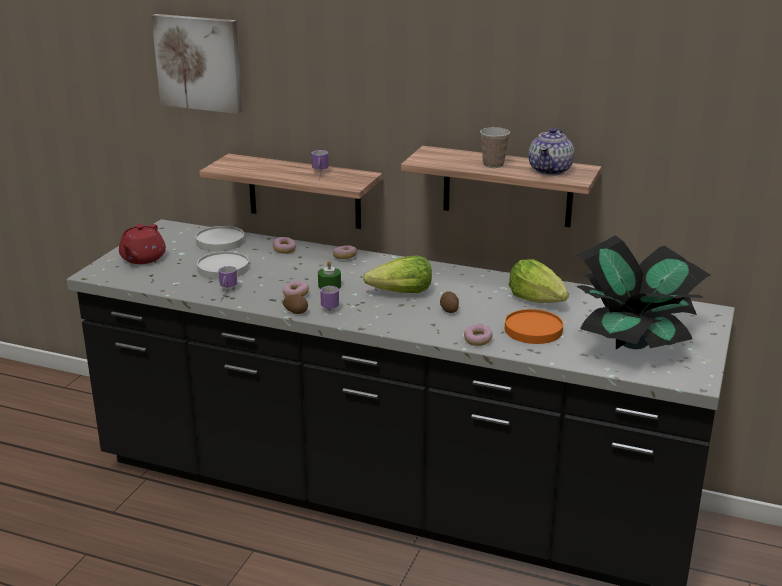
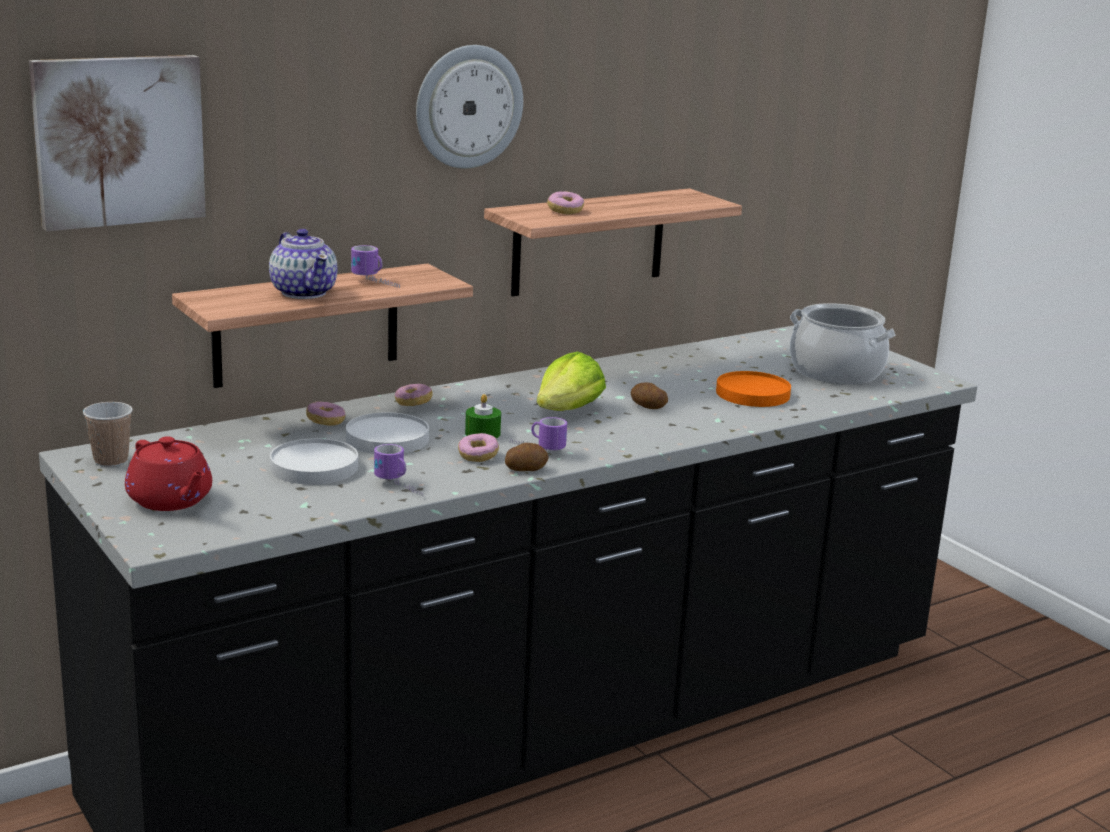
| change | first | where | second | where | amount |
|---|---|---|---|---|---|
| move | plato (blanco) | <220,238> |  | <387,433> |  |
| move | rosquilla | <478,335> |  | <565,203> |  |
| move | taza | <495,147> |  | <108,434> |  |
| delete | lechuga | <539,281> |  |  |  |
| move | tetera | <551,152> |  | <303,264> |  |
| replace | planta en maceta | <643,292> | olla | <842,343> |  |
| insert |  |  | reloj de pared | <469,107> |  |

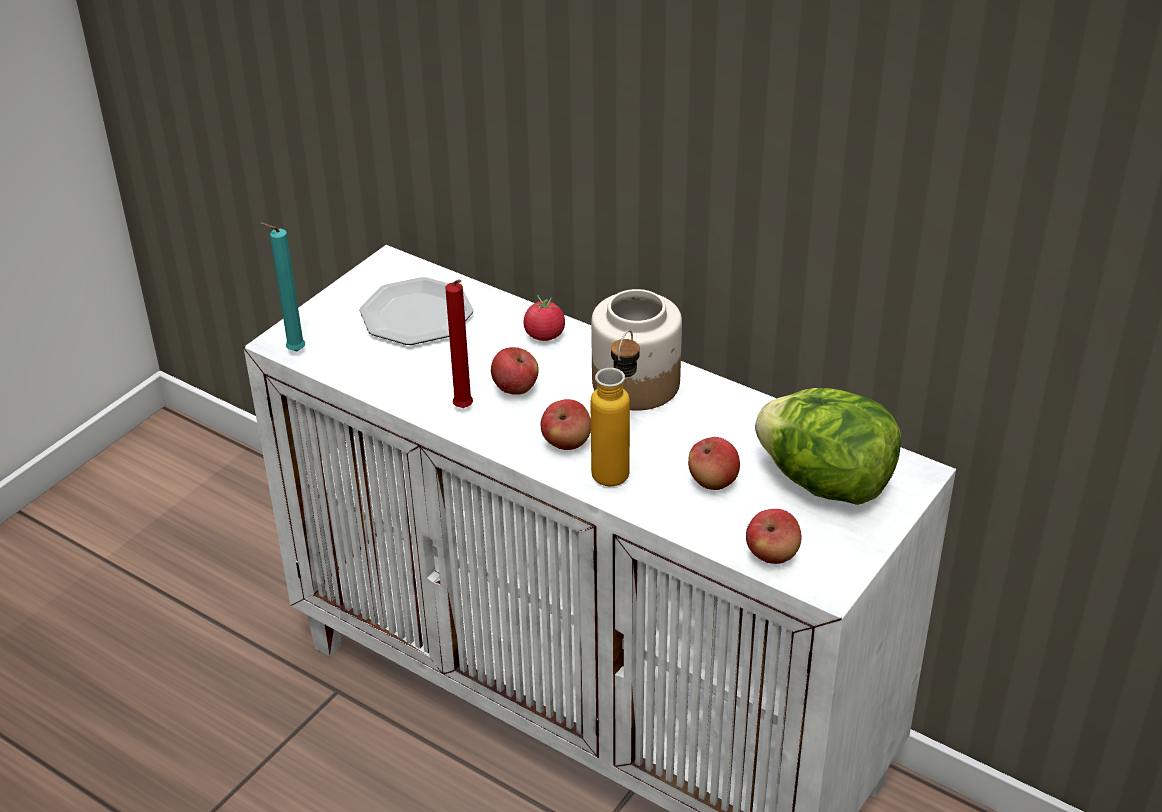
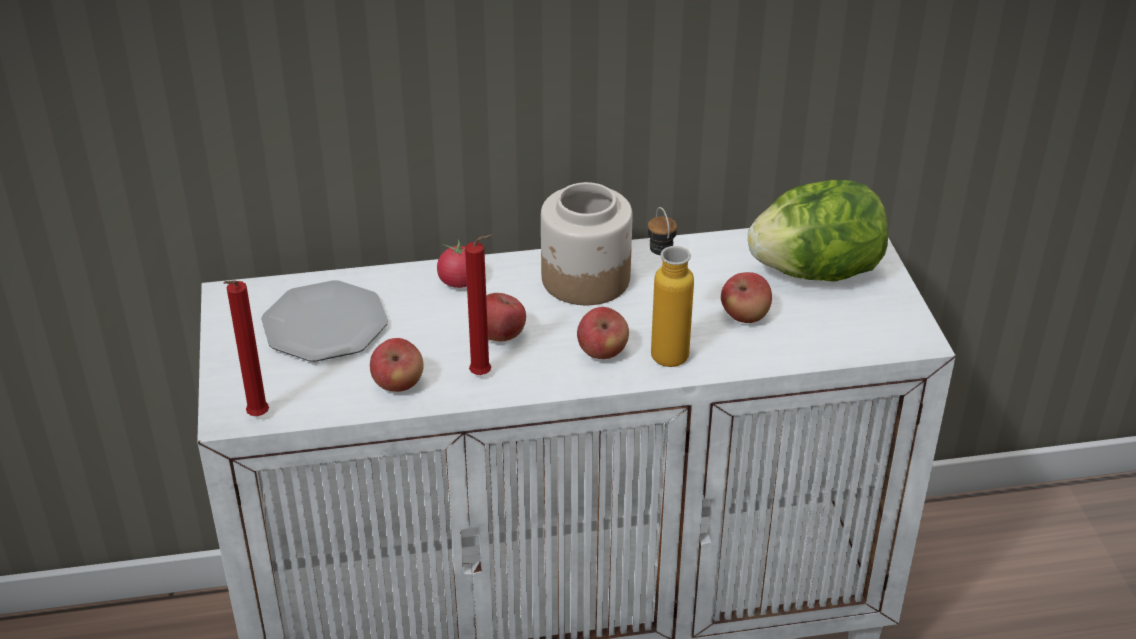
| change | first | where | second | where | amount |
|---|---|---|---|---|---|
| recolor | vela (turquesa) | <282,287> | vela (rojo) | <246,348> |  |
| move | manzana | <774,536> |  | <397,365> |  |

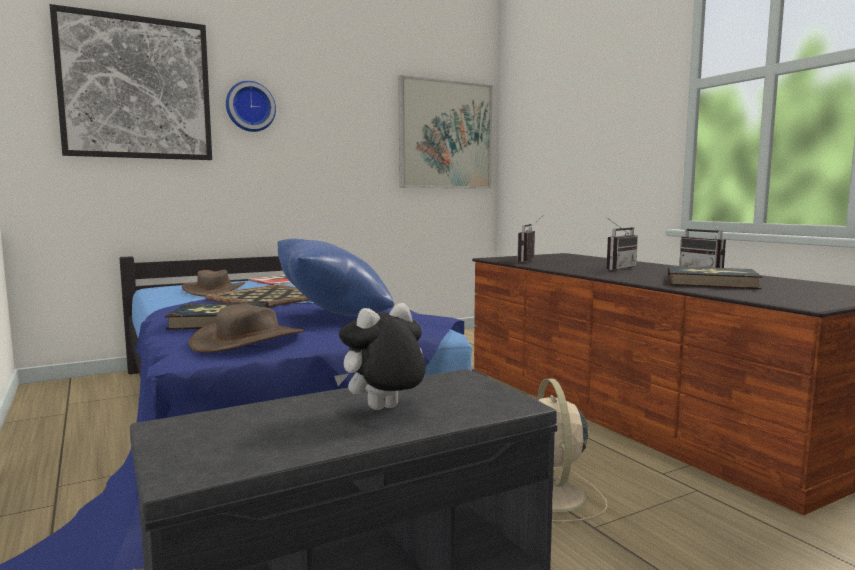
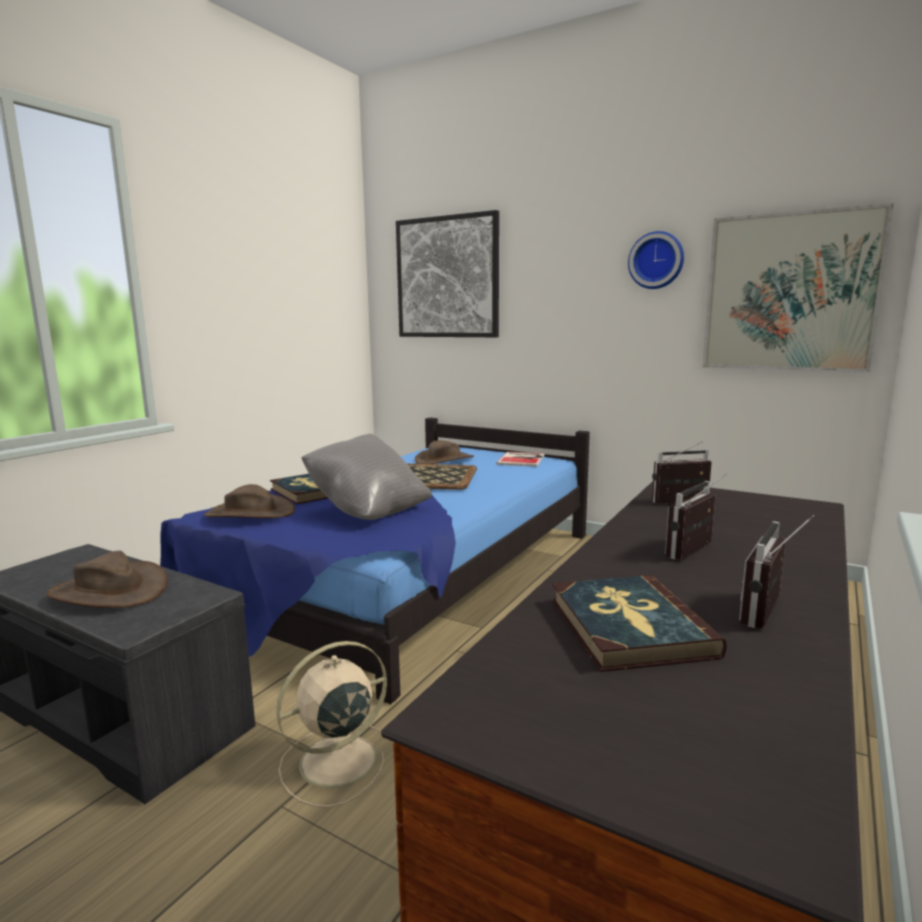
| change | first | where | second | where | amount |
|---|---|---|---|---|---|
| move | reloj de pared | <251,106> |  | <656,260> |  |
| recolor | cojín (azul) | <336,277> | cojín (gris) | <366,477> |  |
| replace | peluche | <380,356> | sombrero (marrón) | <107,579> |  |
| rotate | radio | <622,243> |  | <696,516> | 120 degrees clockwise |

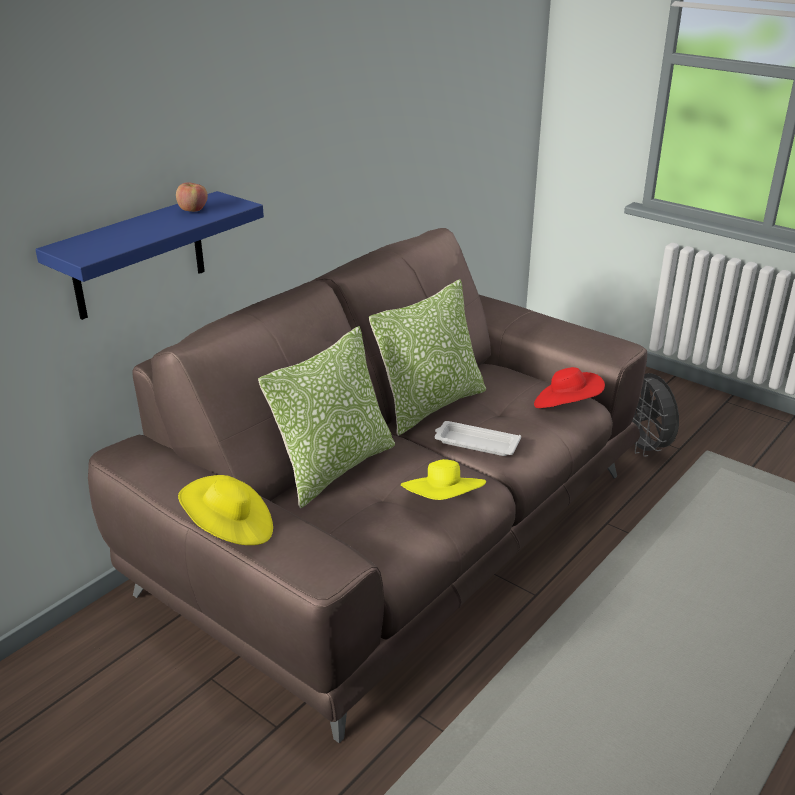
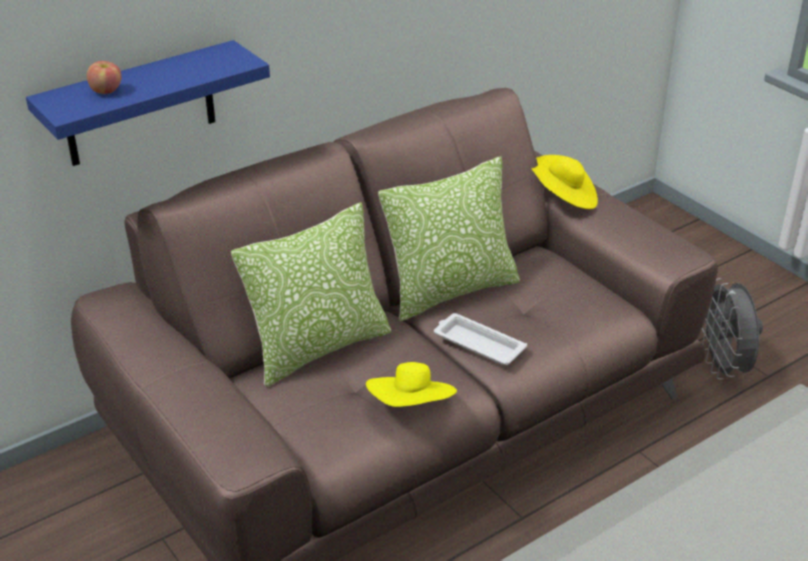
| change | first | where | second | where | amount |
|---|---|---|---|---|---|
| move | manzana | <192,197> |  | <104,77> |  |
| move | sombrero (amarillo) | <225,510> |  | <565,182> |  |
| delete | sombrero (rojo) | <569,387> |  |  |  |

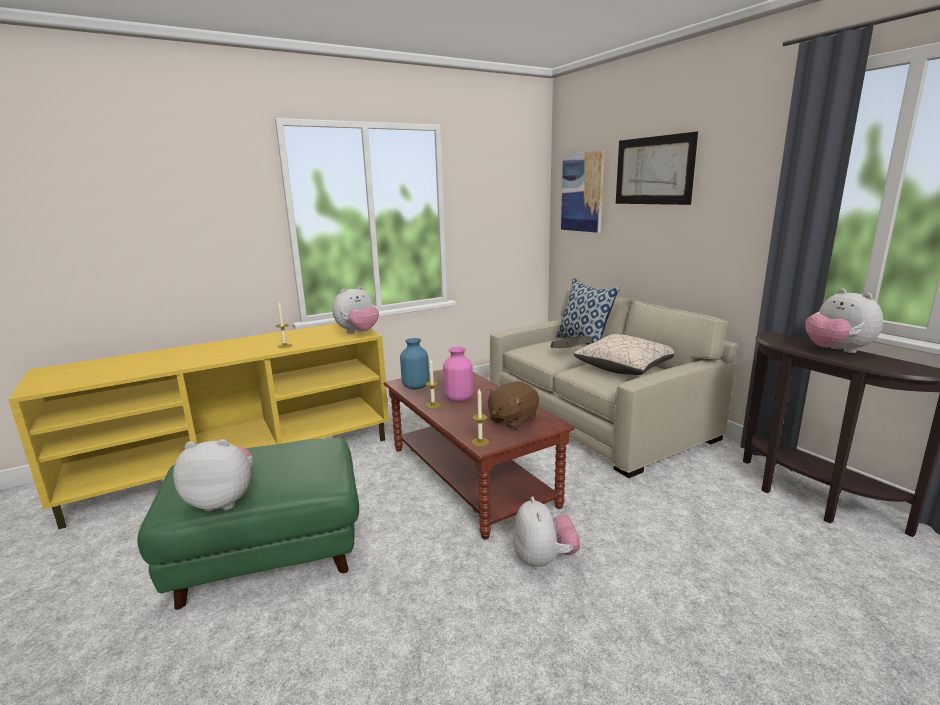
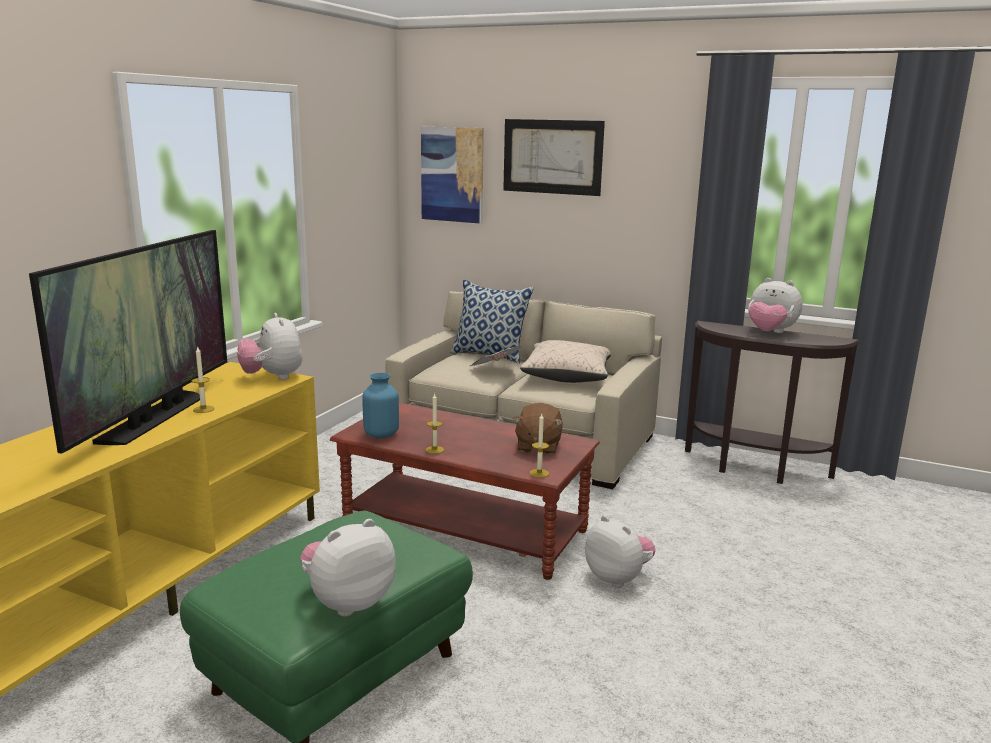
| change | first | where | second | where | amount |
|---|---|---|---|---|---|
| rotate | peluche | <355,309> |  | <270,346> | 135 degrees clockwise |
| delete | florero (rosa) | <458,374> |  |  |  |
| insert |  |  | televisor | <128,341> |  |

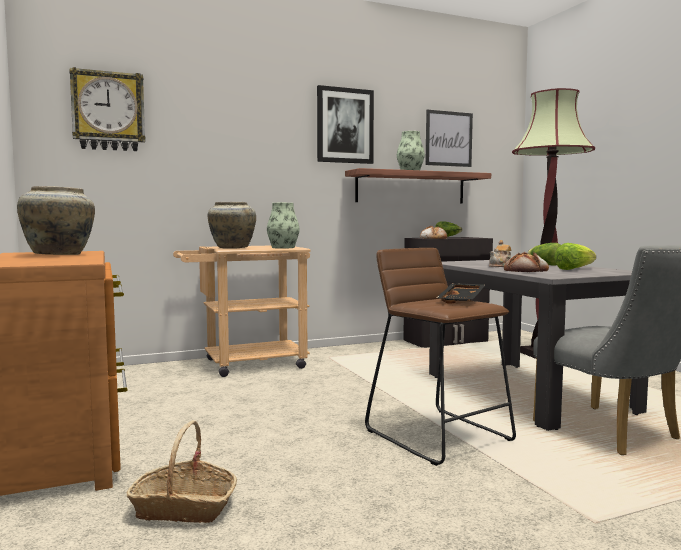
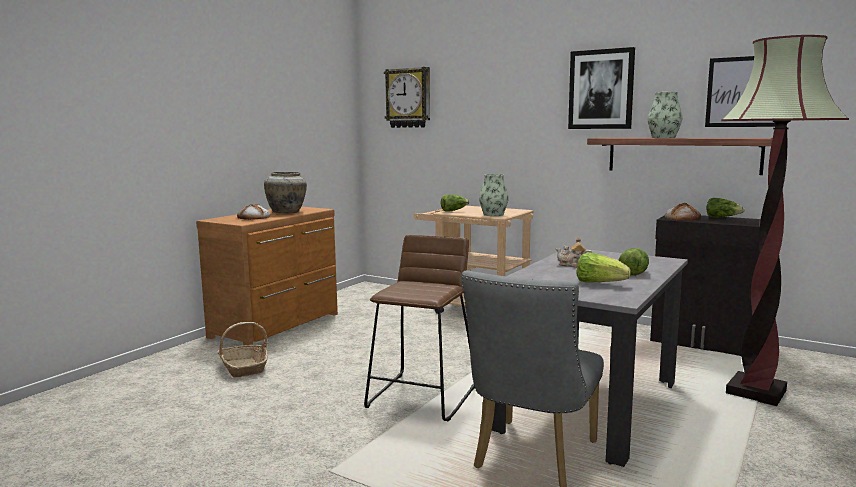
| change | first | where | second | where | amount |
|---|---|---|---|---|---|
| replace | florero (beis) | <232,225> | lechuga | <455,203> |  |
| delete | bandeja (negro) | <461,293> |  |  |  |
| move | pan | <526,262> |  | <253,212> |  |

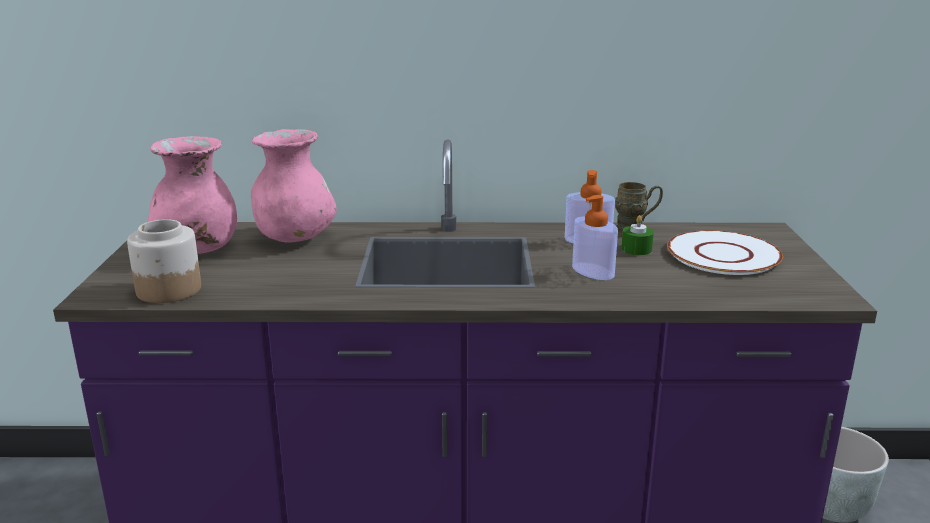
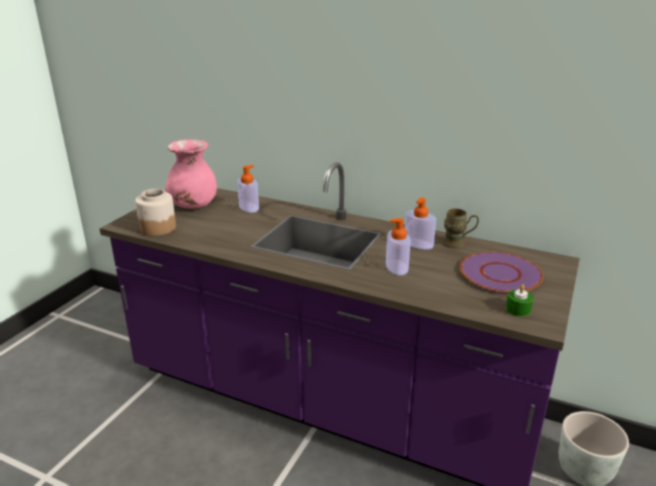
| change | first | where | second | where | amount |
|---|---|---|---|---|---|
| replace | florero (rosa) | <294,185> | dispensador de jabón | <248,189> |  |
| move | vela (verde) | <637,235> |  | <520,300> |  |
| recolor | plato (blanco) | <725,252> | plato (morado) | <501,273> |  |

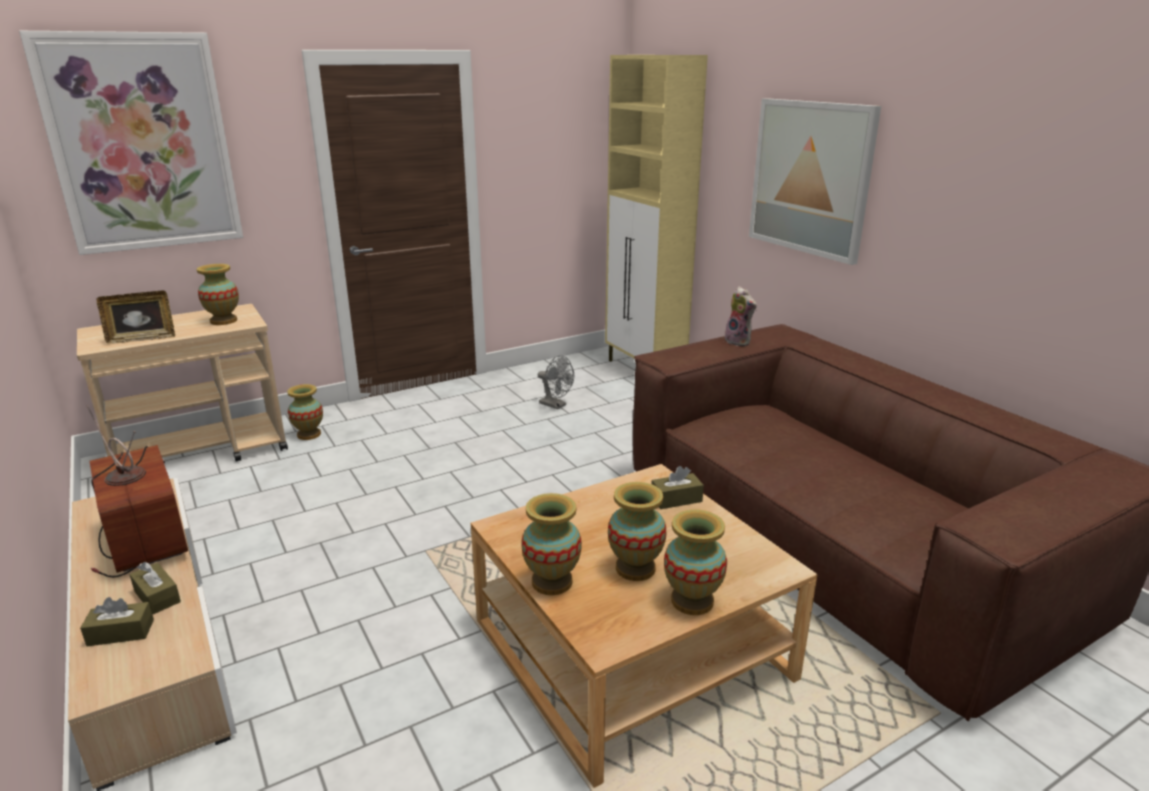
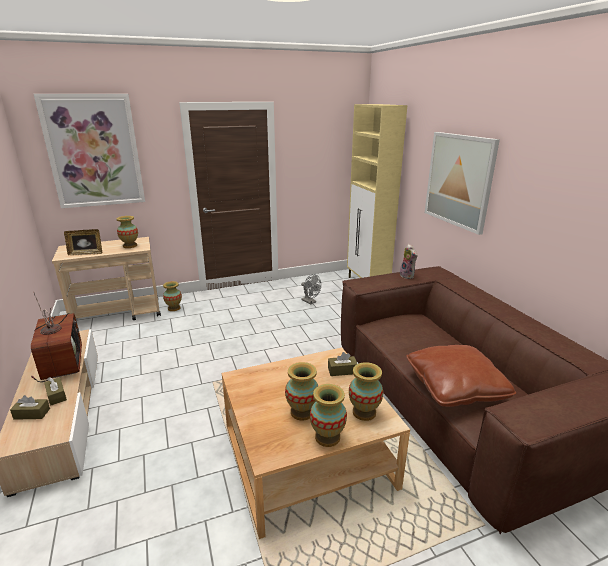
| change | first | where | second | where | amount |
|---|---|---|---|---|---|
| move | florero | <551,544> |  | <366,391> |  |
| insert |  |  | cojín (marrón) | <461,376> |  |

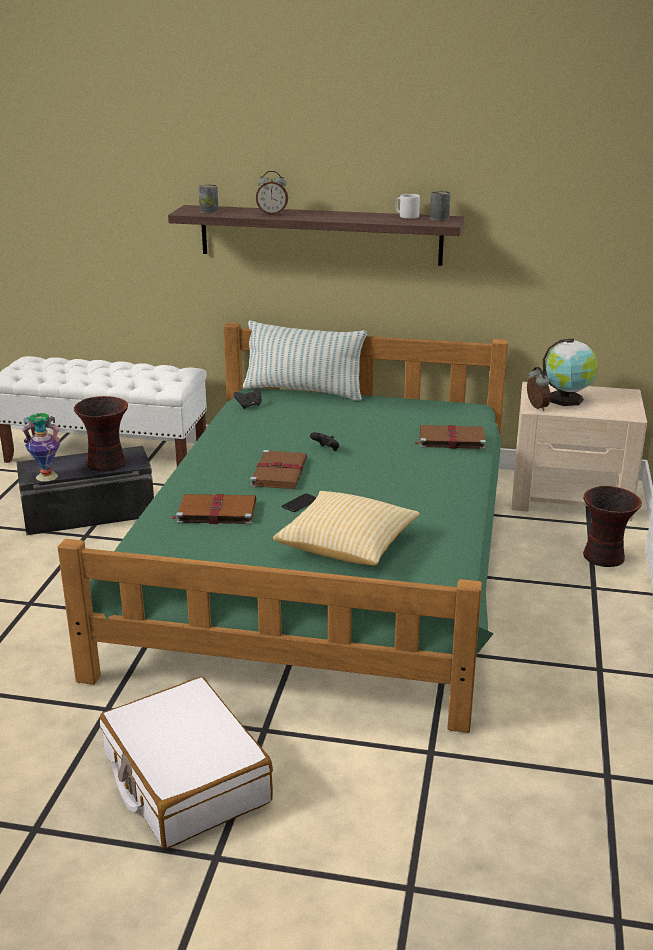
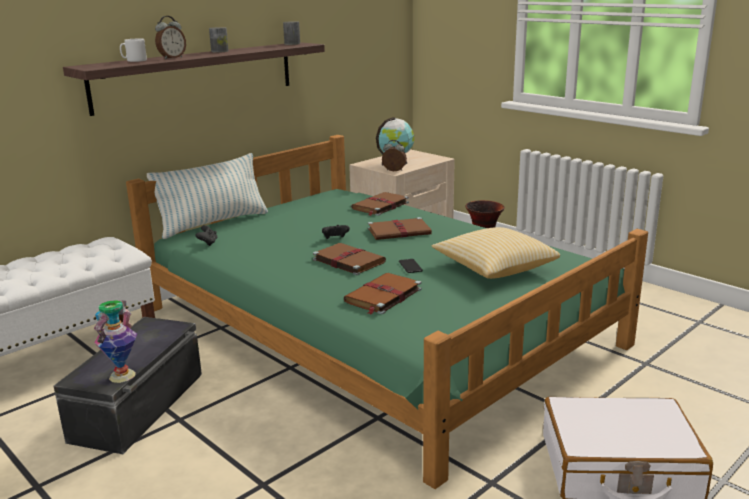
| change | first | where | second | where | amount |
|---|---|---|---|---|---|
| delete | florero | <101,434> |  |  |  |
| move | lata | <208,199> |  | <219,40> |  |
| move | taza grande (gris) | <408,206> |  | <133,50> |  |
| insert |  |  | libro (marrón) | <400,228> |  |

